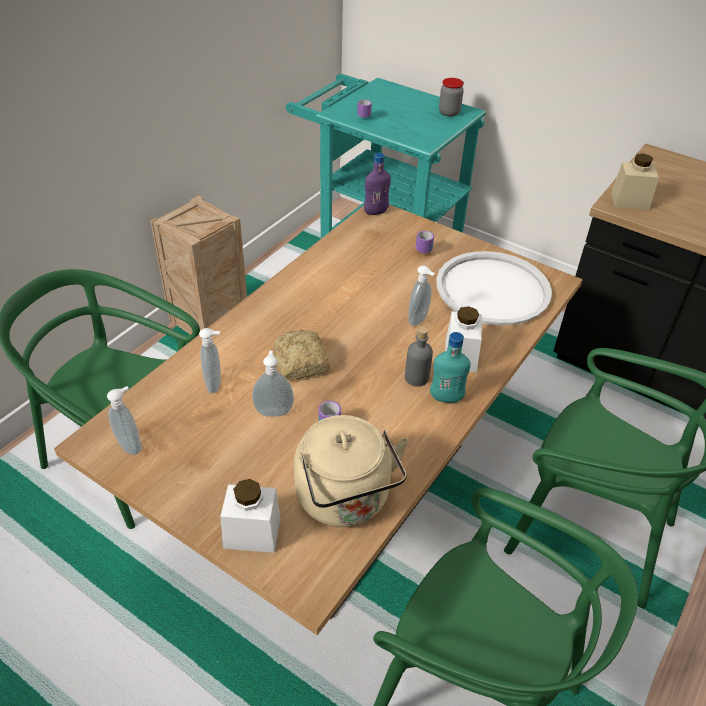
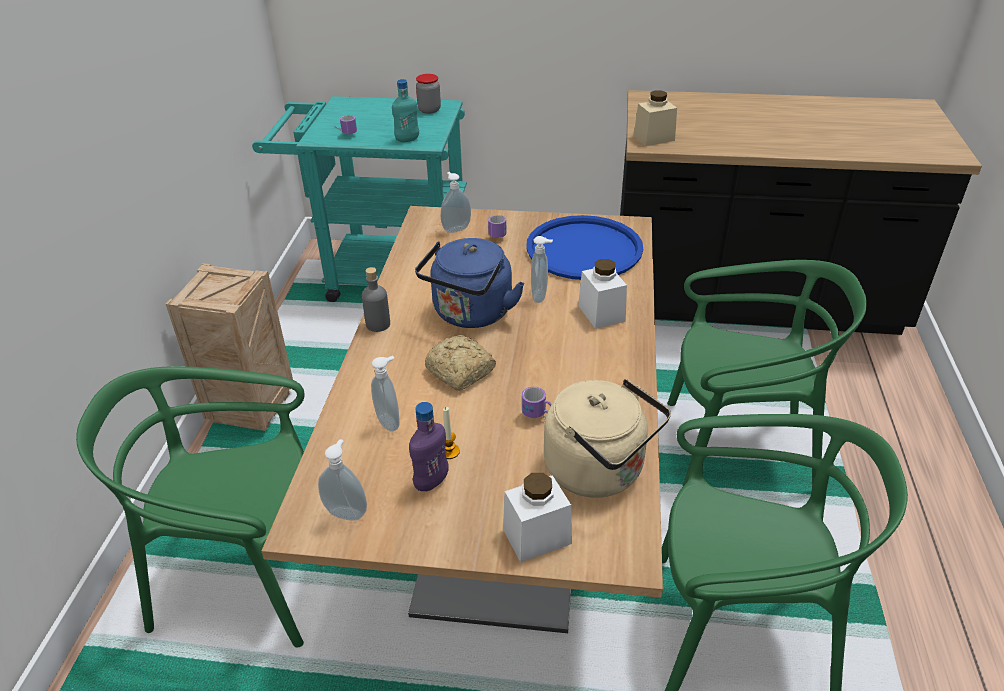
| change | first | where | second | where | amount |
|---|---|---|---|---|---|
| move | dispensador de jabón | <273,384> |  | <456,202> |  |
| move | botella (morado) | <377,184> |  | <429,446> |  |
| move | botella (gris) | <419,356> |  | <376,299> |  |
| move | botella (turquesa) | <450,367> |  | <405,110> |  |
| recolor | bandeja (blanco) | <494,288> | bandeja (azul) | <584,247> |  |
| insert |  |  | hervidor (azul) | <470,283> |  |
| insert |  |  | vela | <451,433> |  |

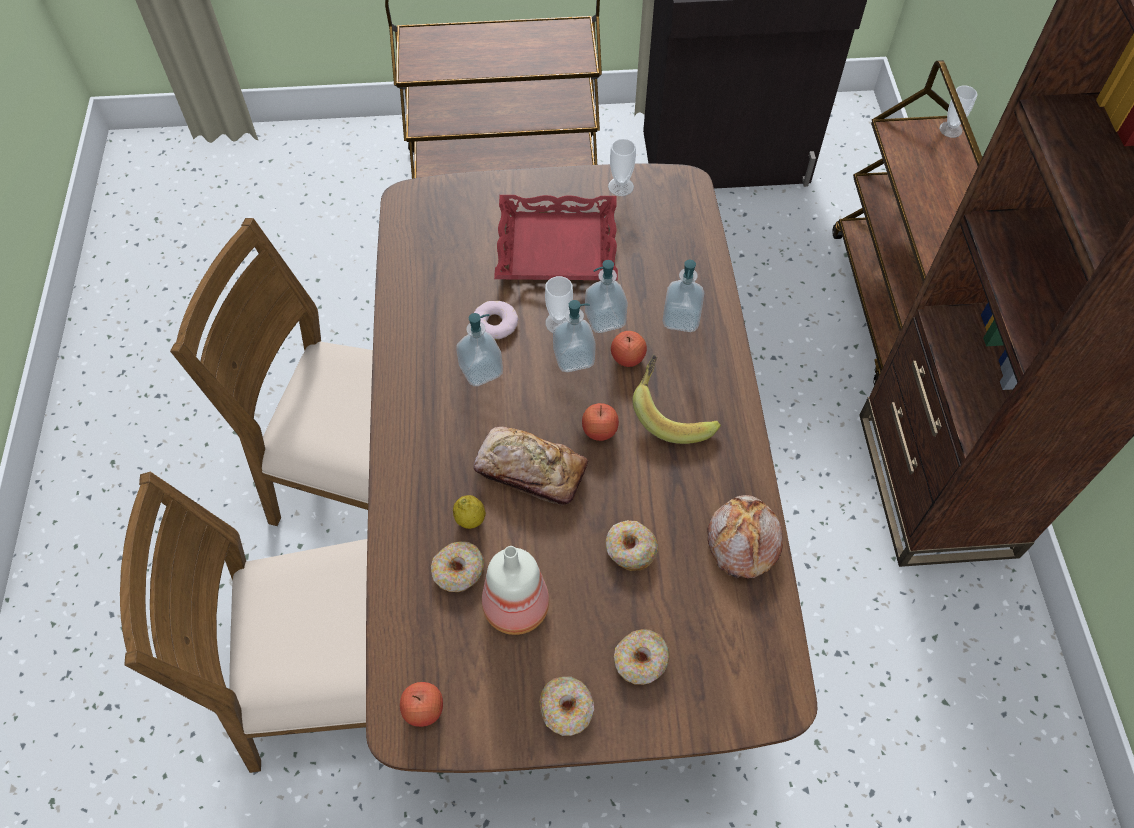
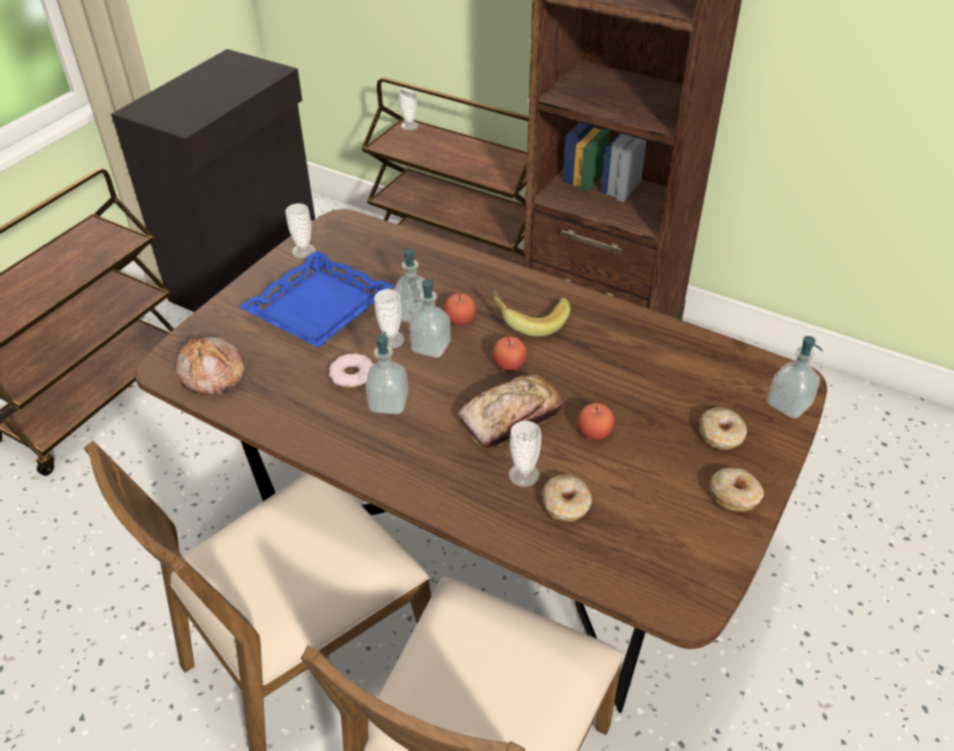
| change | first | where | second | where | amount |
|---|---|---|---|---|---|
| move | manzana | <421,704> |  | <596,421> |  |
| replace | limón | <469,512> | taza | <525,454> |  |
| delete | botella | <515,590> |  |  |  |
| recolor | bandeja (rojo) | <556,238> | bandeja (azul) | <316,299> |  |
| delete | rosquilla | <631,545> |  |  |  |
| move | dispensador de jabón | <683,296> |  | <795,377> |  |
| move | pan | <745,537> |  | <210,366> |  |

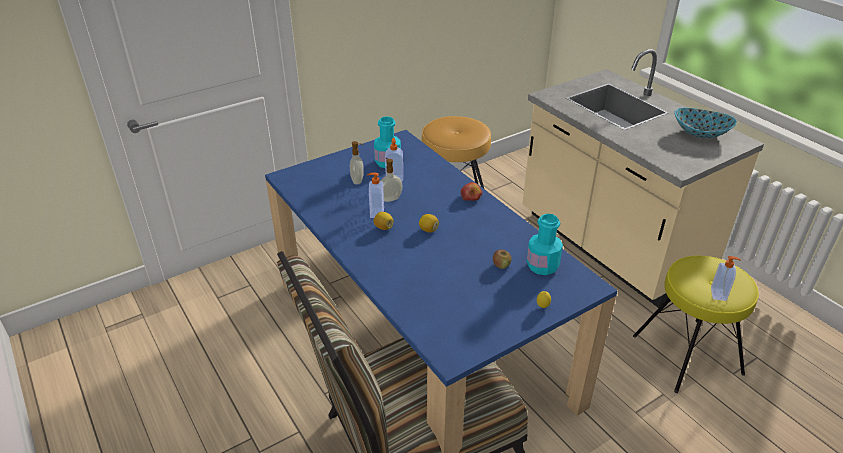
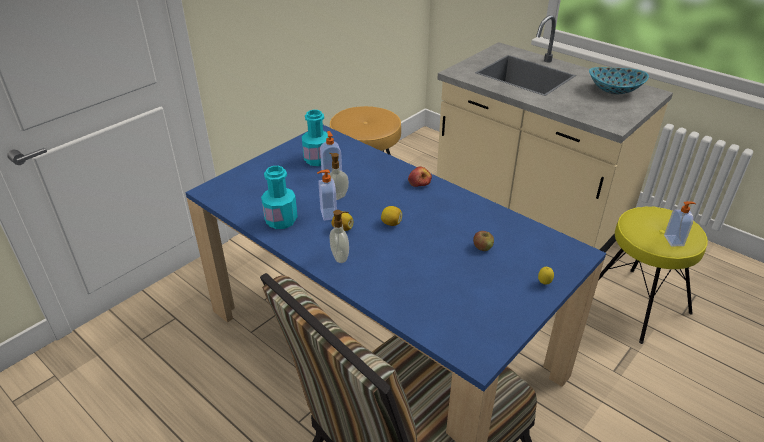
| change | first | where | second | where | amount |
|---|---|---|---|---|---|
| move | dispensador de jabón | <357,163> |  | <339,236> |  |
| move | botella (turquesa) | <545,244> |  | <279,197> |  |

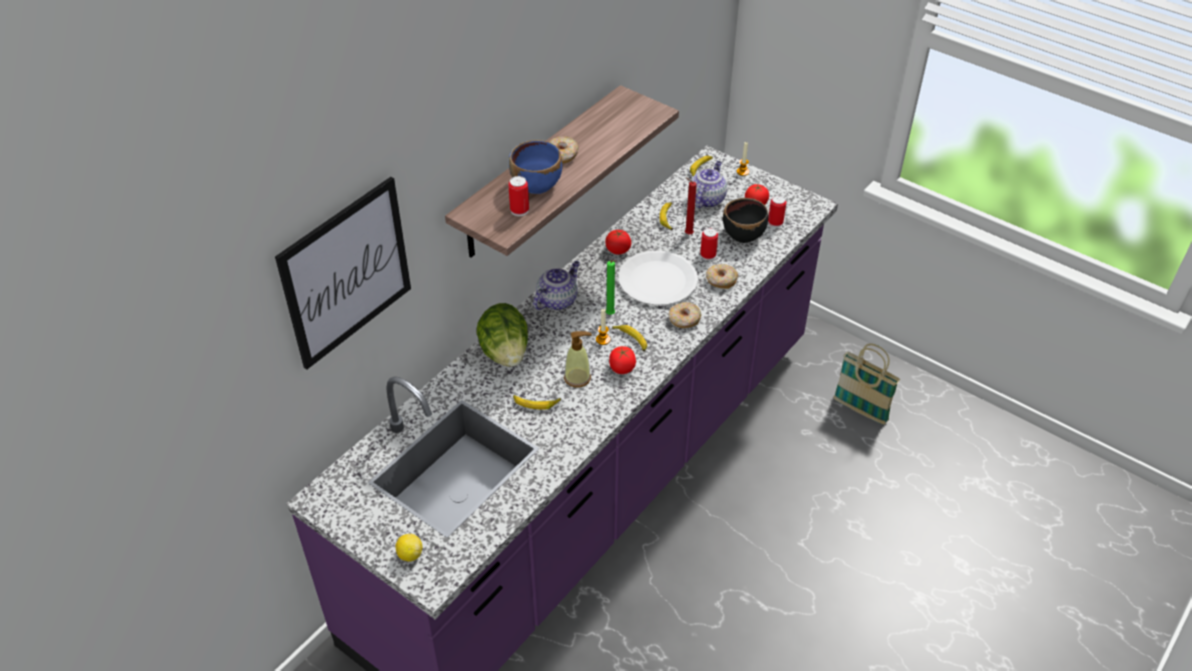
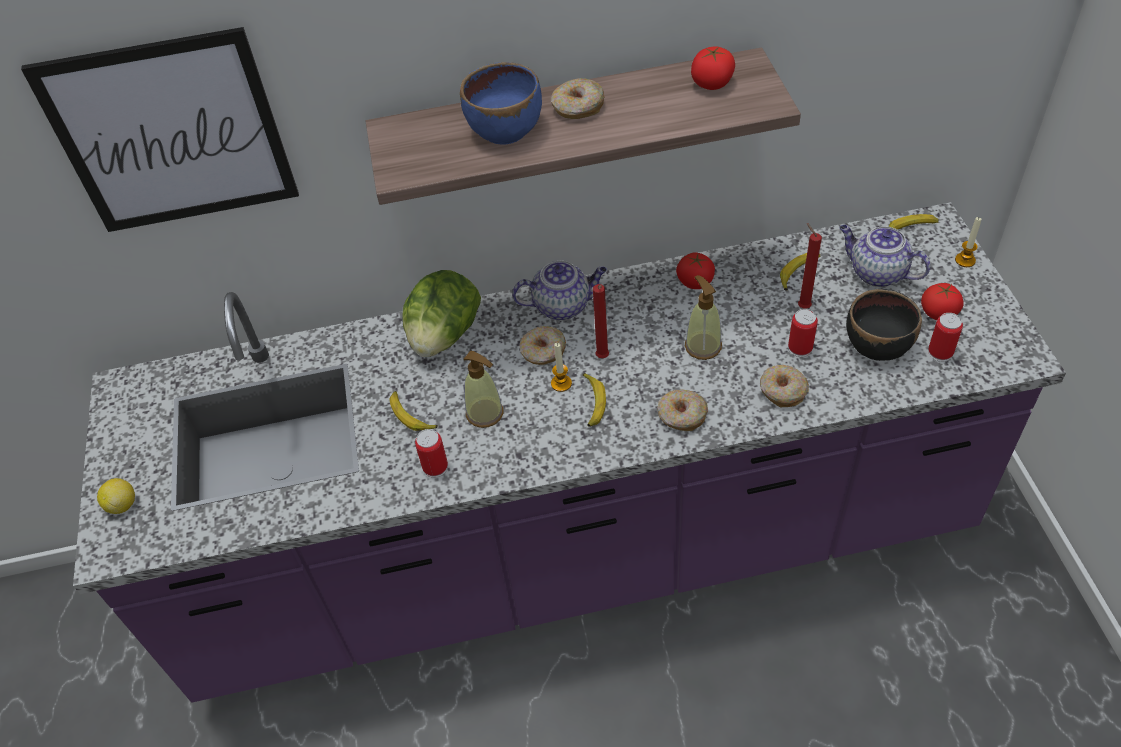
| change | first | where | second | where | amount |
|---|---|---|---|---|---|
| move | lata | <518,196> |  | <431,453> |  |
| recolor | vela (verde) | <611,287> | vela (rojo) | <601,321> |  |
| move | tomate | <622,360> |  | <713,68> |  |
| replace | plato (blanco) | <658,277> | dispensador de jabón | <703,317> |  |
| rotate | tetera | <708,184> |  | <885,256> | 120 degrees counterclockwise |
| delete | cesta | <866,384> |  |  |  |
| insert |  |  | rosquilla | <543,345> |  |

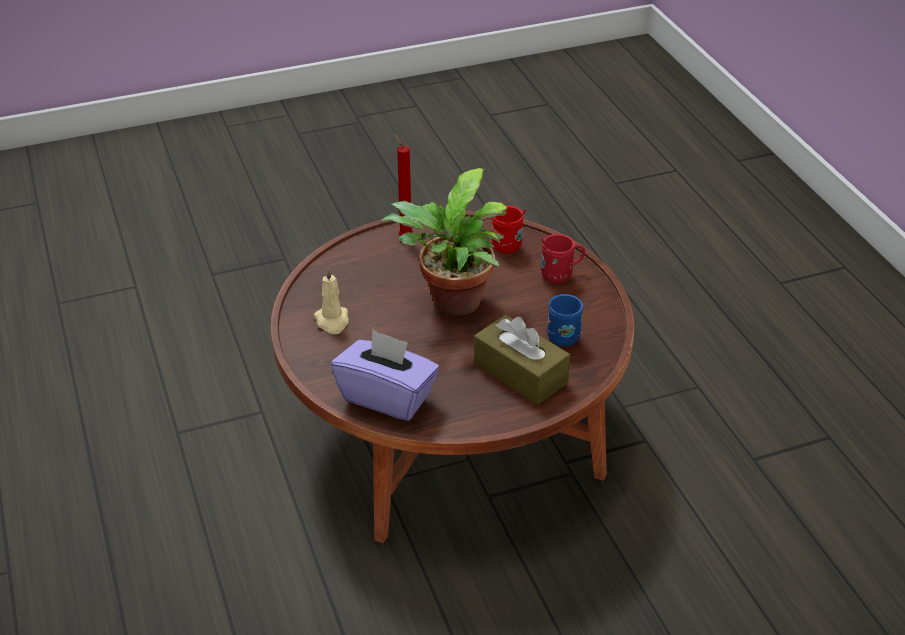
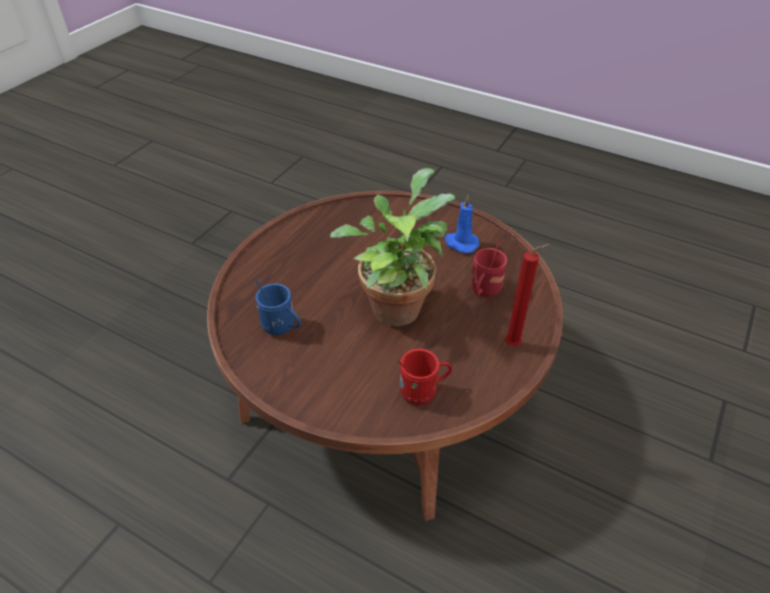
| change | first | where | second | where | amount |
|---|---|---|---|---|---|
| recolor | vela (beis) | <331,300> | vela (azul) | <462,224> |  |
| delete | caja de pañuelos (morado) | <385,375> |  |  |  |
| delete | caja de pañuelos (marrón) | <522,360> |  |  |  |
| move | taza grande (rojo) | <563,258> |  | <489,268> |  |

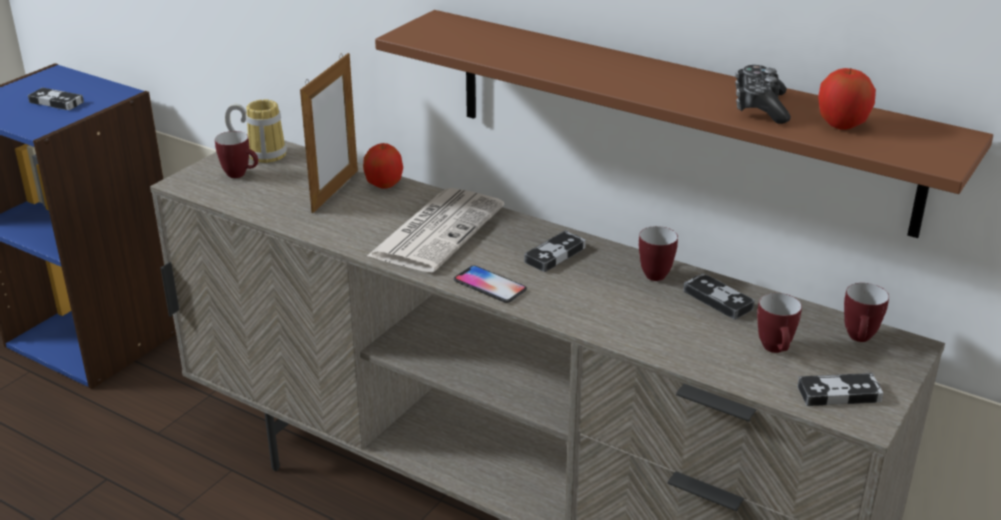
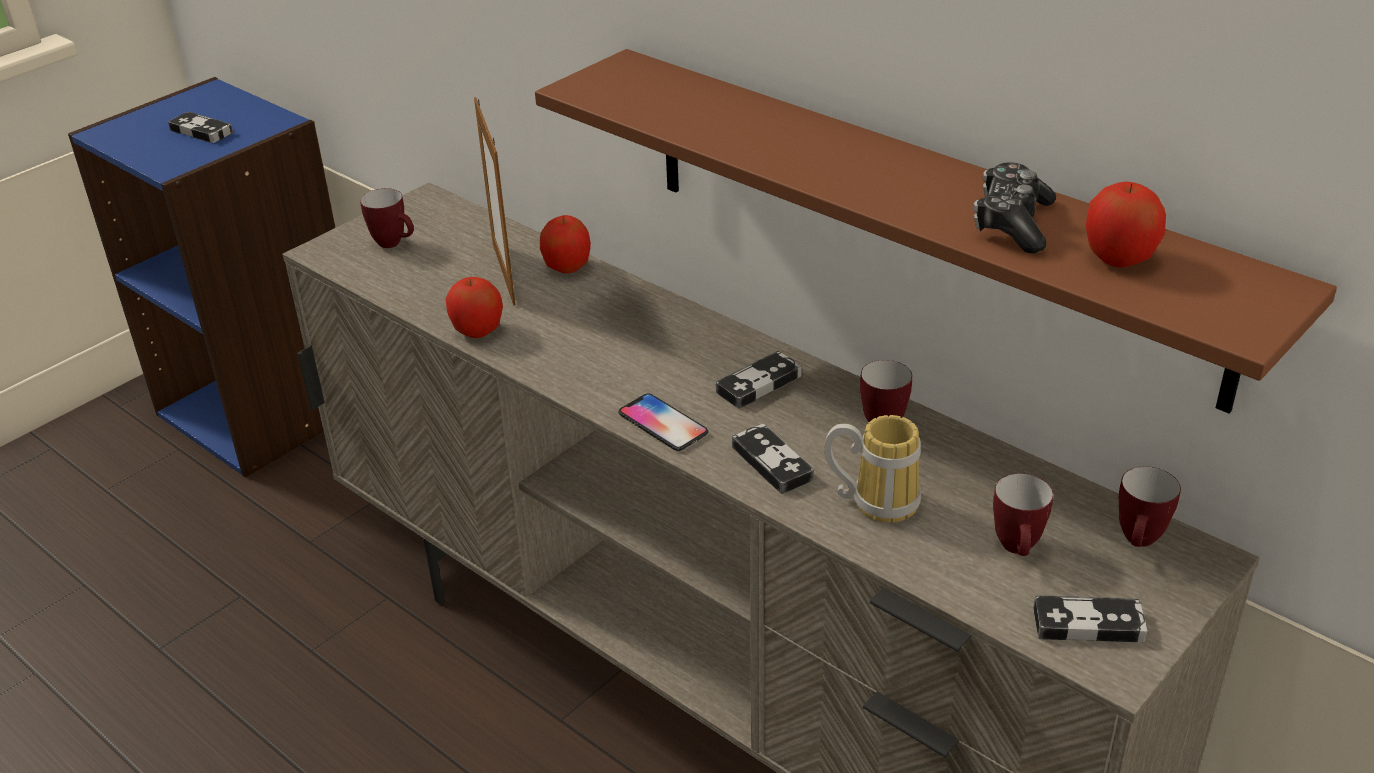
| change | first | where | second | where | amount |
|---|---|---|---|---|---|
| move | taza grande | <256,131> |  | <872,468> |  |
| rotate | portarretratos | <329,133> |  | <494,201> | 135 degrees clockwise |
| delete | periódico | <435,230> |  |  |  |
| move | mando de consola | <719,296> |  | <773,459> |  |
| insert |  |  | manzana | <474,307> |  |

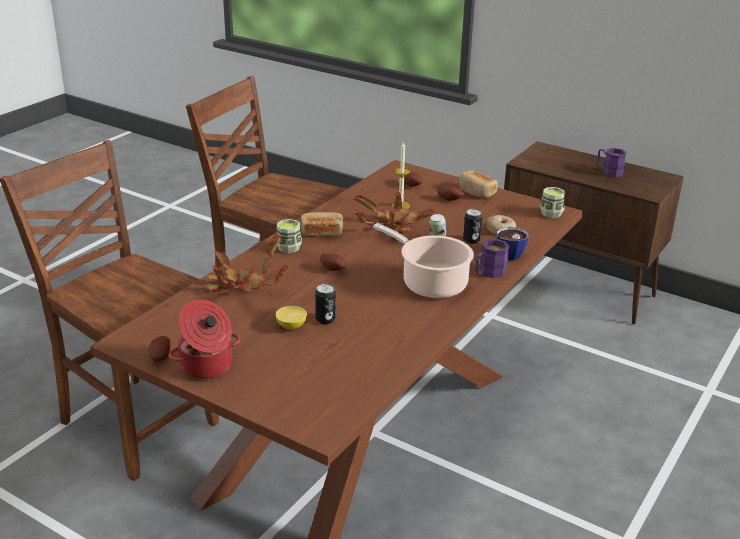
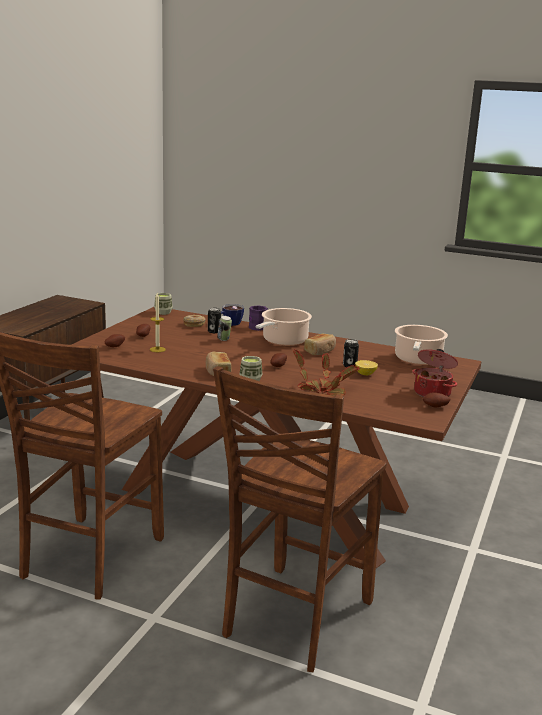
| change | first | where | second | where | amount |
|---|---|---|---|---|---|
| delete | planta en maceta | <394,212> |  |  |  |
| move | pan | <478,184> |  | <320,344> |  |
| delete | taza grande (morado) | <612,162> |  |  |  |
| insert |  |  | olla | <421,345> |  |

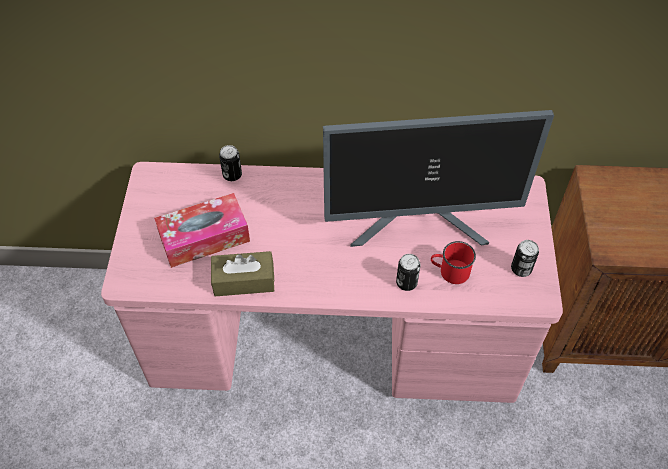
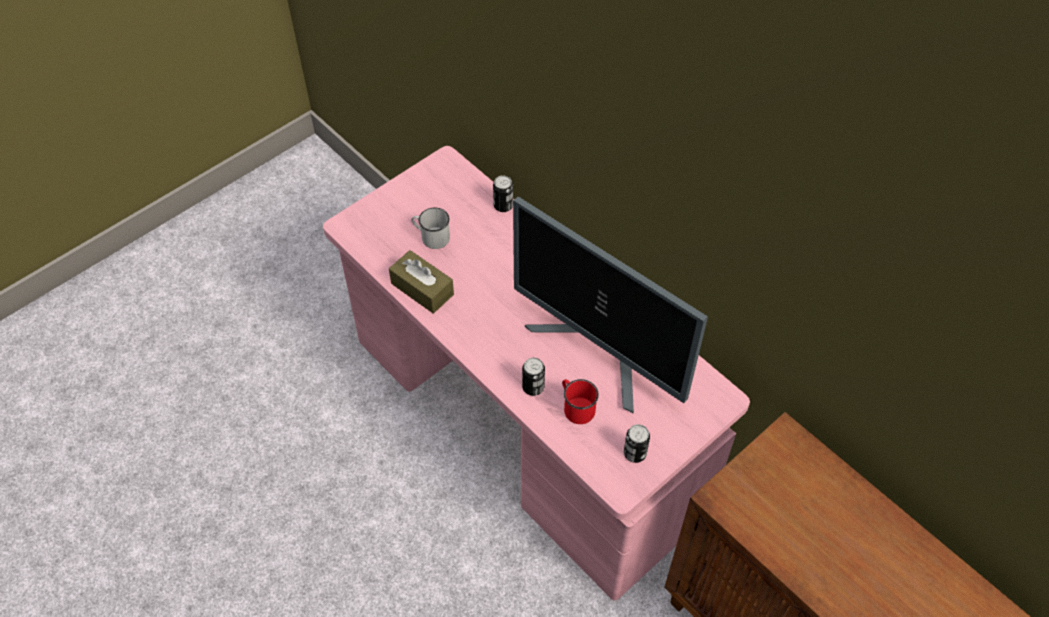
| change | first | where | second | where | amount |
|---|---|---|---|---|---|
| replace | caja de pañuelos | <202,230> | taza grande (blanco) | <430,228> |  |

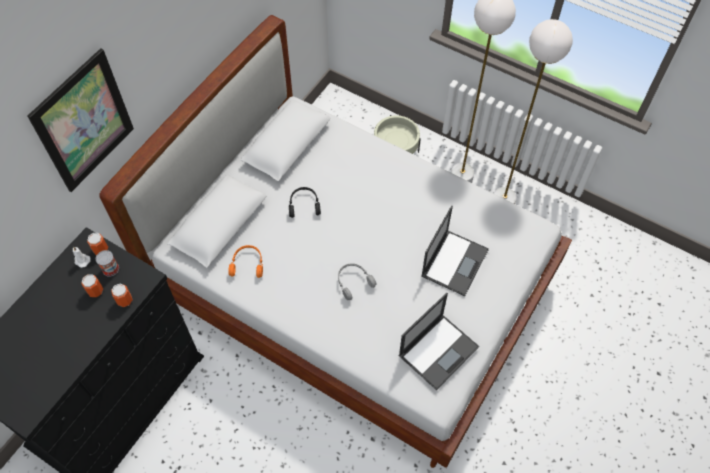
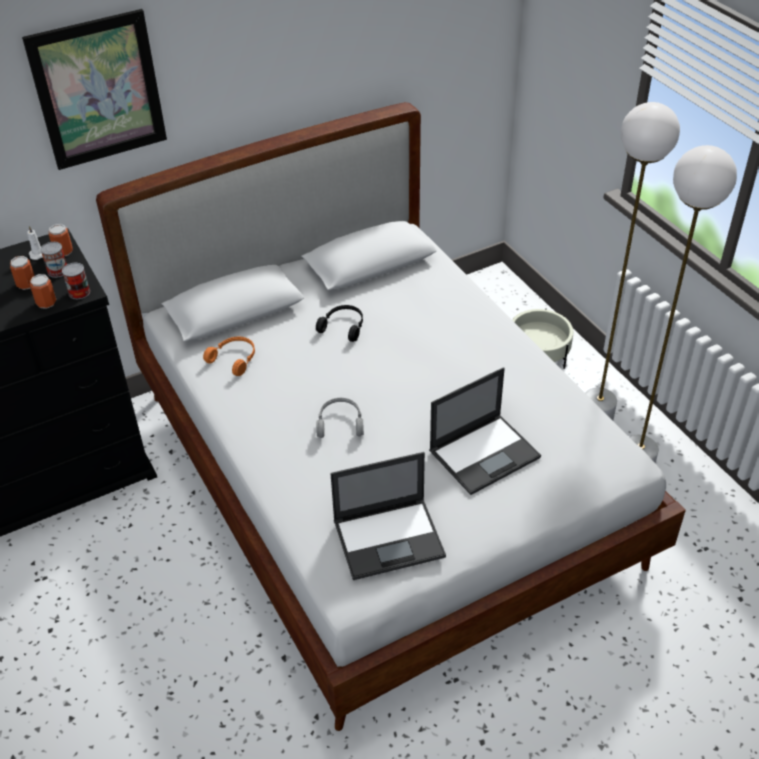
| change | first | where | second | where | amount |
|---|---|---|---|---|---|
| insert |  |  | lata | <76,281> |  |

